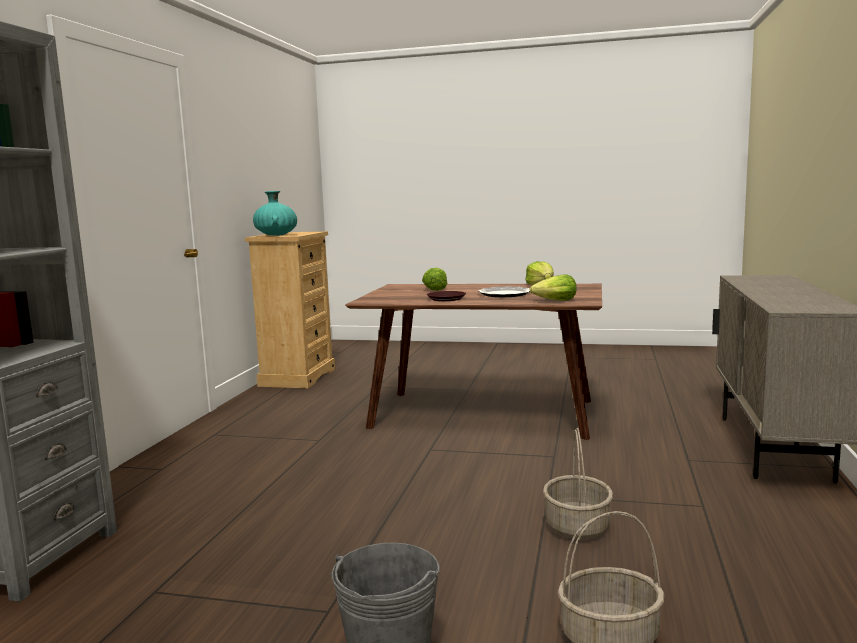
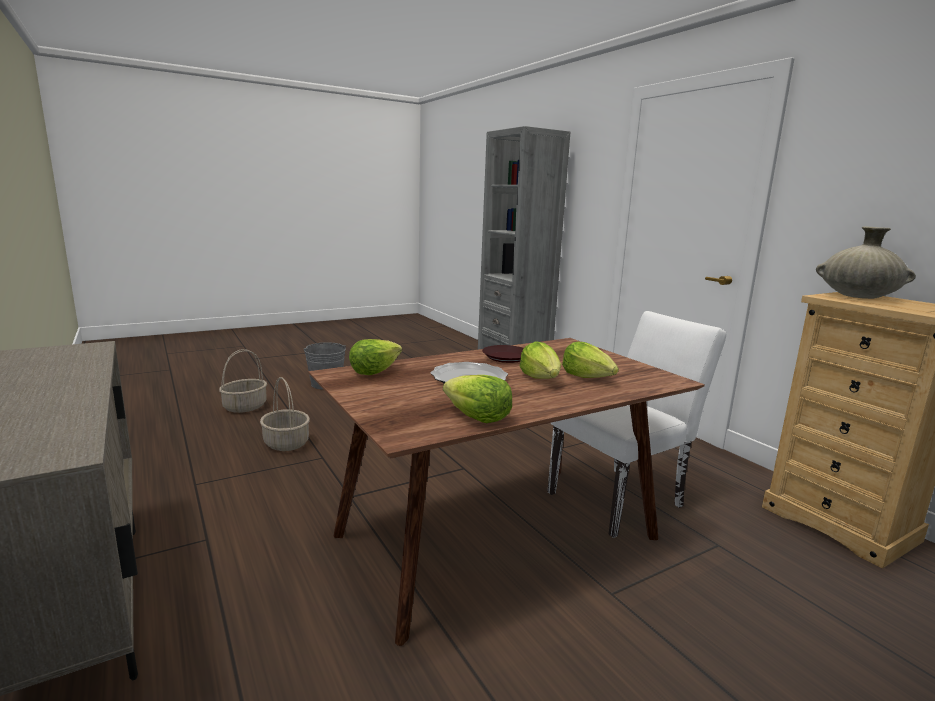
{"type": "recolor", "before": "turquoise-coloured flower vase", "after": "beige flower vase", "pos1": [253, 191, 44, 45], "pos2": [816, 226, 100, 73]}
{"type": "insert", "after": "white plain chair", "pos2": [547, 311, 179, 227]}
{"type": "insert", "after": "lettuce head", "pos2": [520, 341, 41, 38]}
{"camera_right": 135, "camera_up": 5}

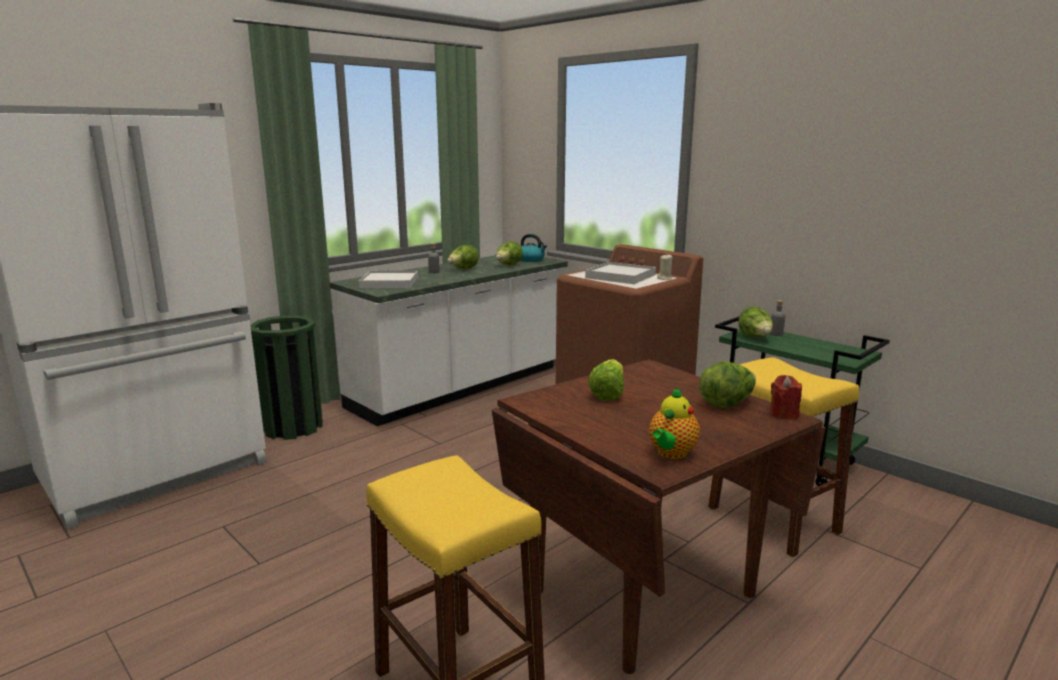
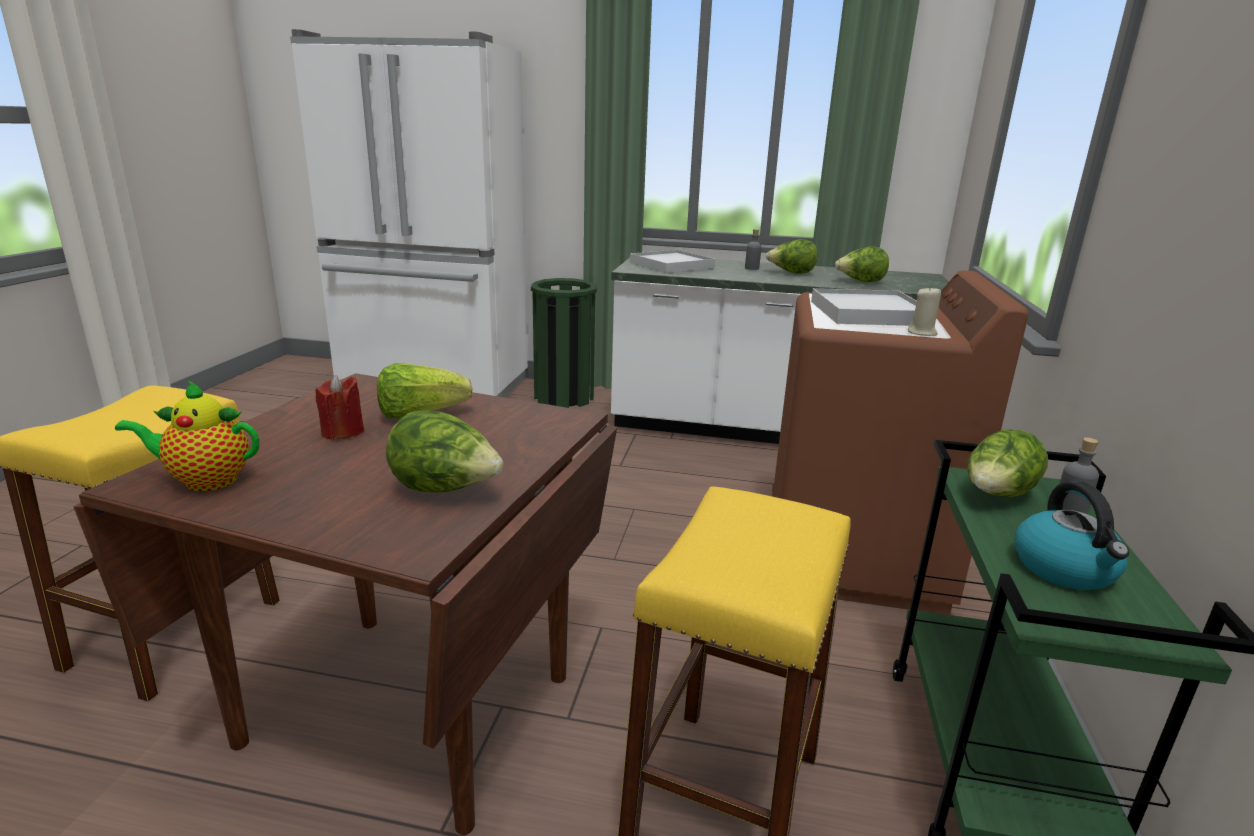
{"type": "move", "before": "kettle", "pos1": [521, 234, 26, 28], "pos2": [1015, 481, 114, 109]}
{"type": "move", "before": "red wax light", "pos1": [770, 375, 32, 44], "pos2": [315, 375, 49, 65]}
{"camera_right": 55, "camera_up": 5}

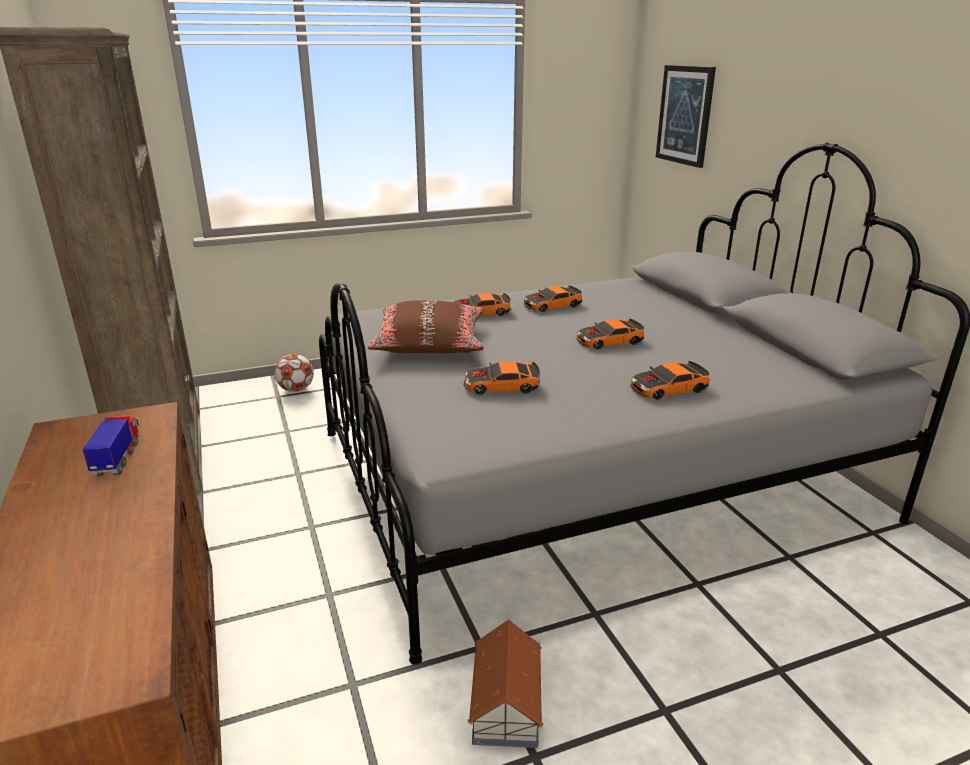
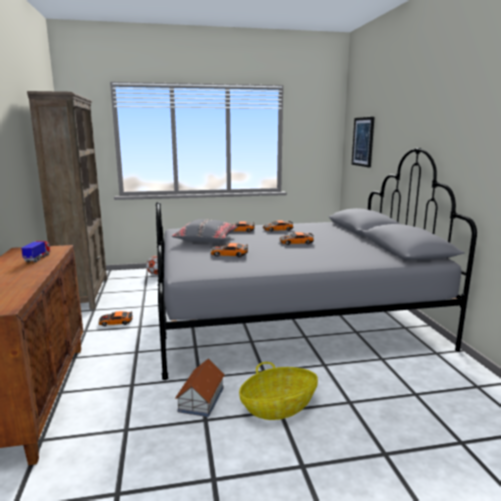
{"type": "recolor", "before": "brown-coloured throw pillow", "after": "greyish throw pillow", "pos1": [368, 300, 116, 53], "pos2": [172, 219, 66, 23]}
{"type": "move", "before": "miniature car", "pos1": [630, 361, 79, 38], "pos2": [99, 311, 34, 15]}
{"type": "insert", "after": "storage basket", "pos2": [239, 362, 79, 58]}
{"camera_right": 10, "camera_up": -10}

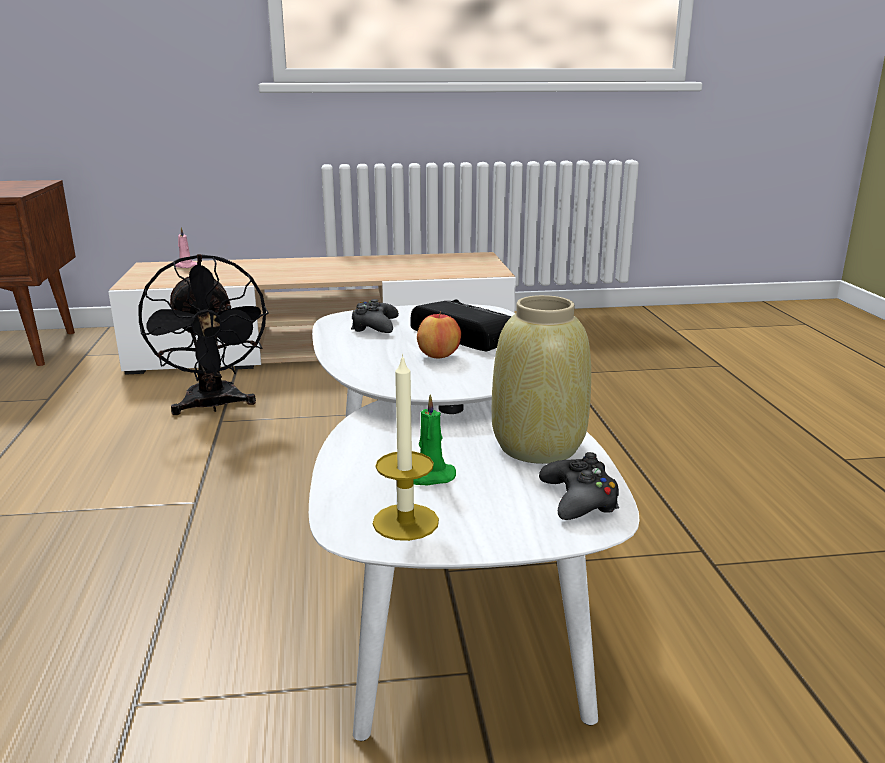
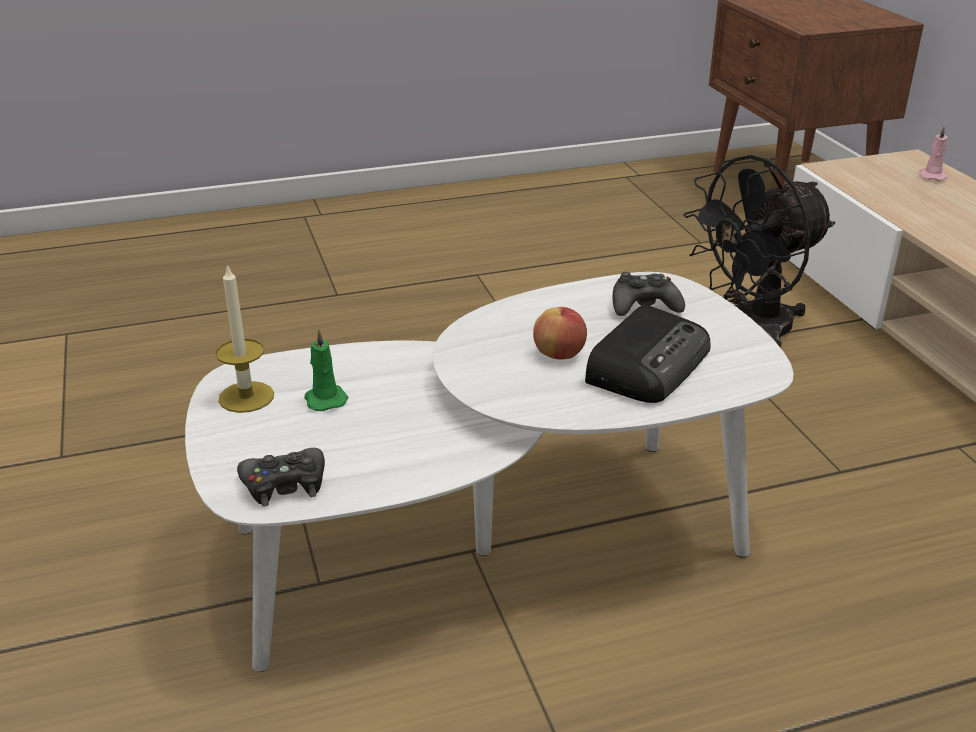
{"type": "delete", "before": "beige flower vase", "pos1": [492, 295, 99, 169]}
{"camera_right": 80, "camera_up": 10}

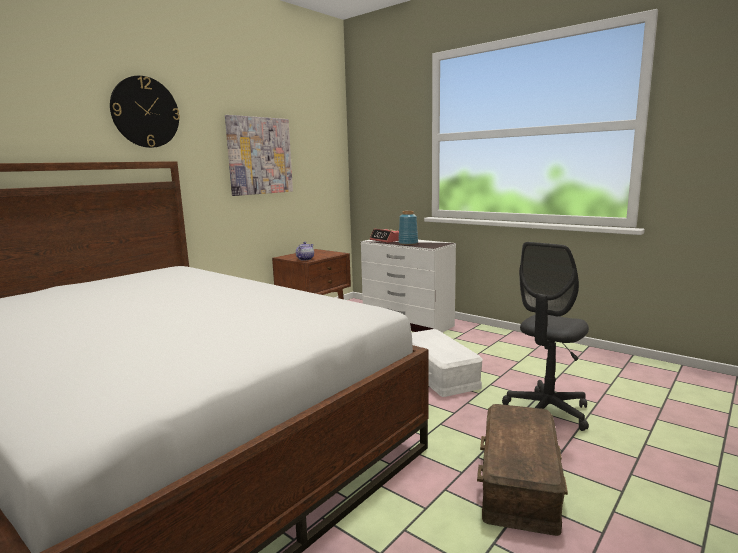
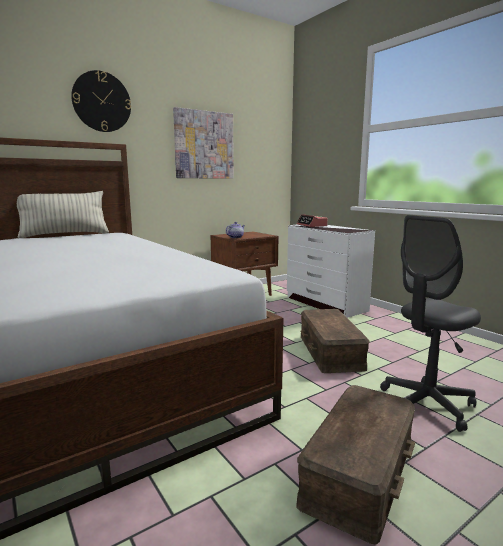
{"type": "delete", "before": "blue-coloured flower vase", "pos1": [398, 211, 20, 34]}
{"type": "recolor", "before": "white storage box", "after": "brown-coloured storage box", "pos1": [412, 329, 71, 68], "pos2": [301, 309, 69, 64]}
{"type": "insert", "after": "throw pillow", "pos2": [17, 191, 92, 47]}
{"camera_right": 15, "camera_up": 0}

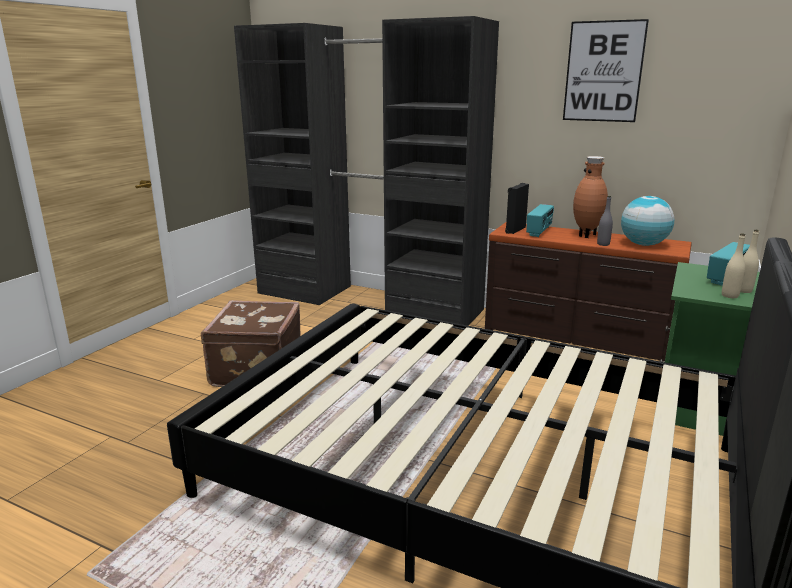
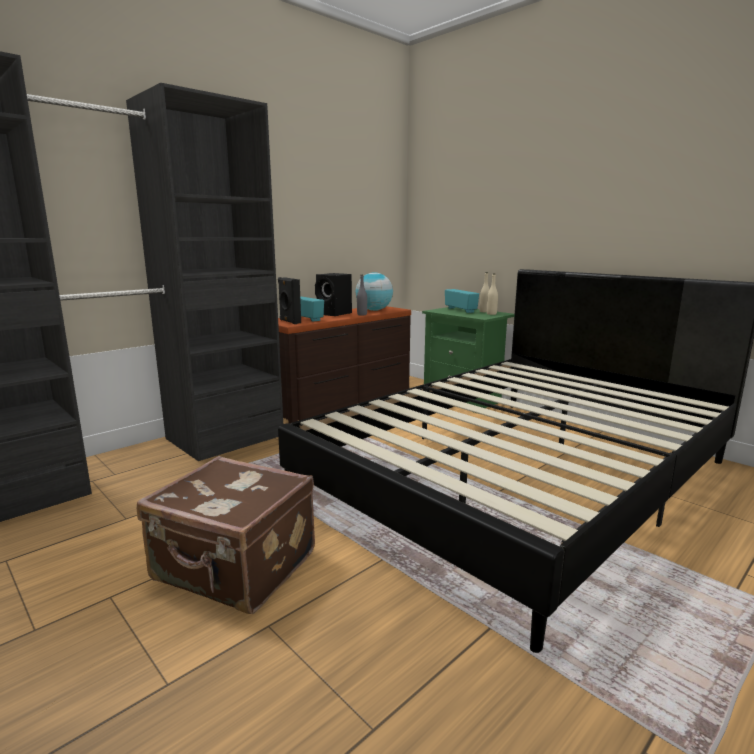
{"type": "delete", "before": "wall picture", "pos1": [563, 19, 86, 103]}
{"type": "replace", "before": "brown-coloured flower vase", "after": "black-coloured loudspeaker", "pos1": [573, 156, 35, 82], "pos2": [315, 273, 37, 43]}
{"camera_right": -70, "camera_up": -5}

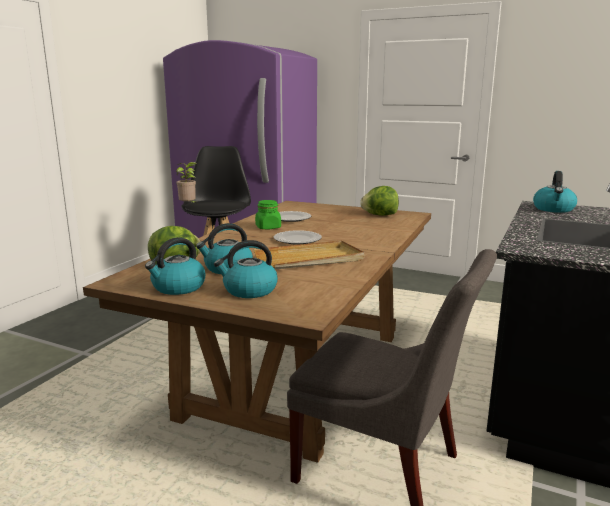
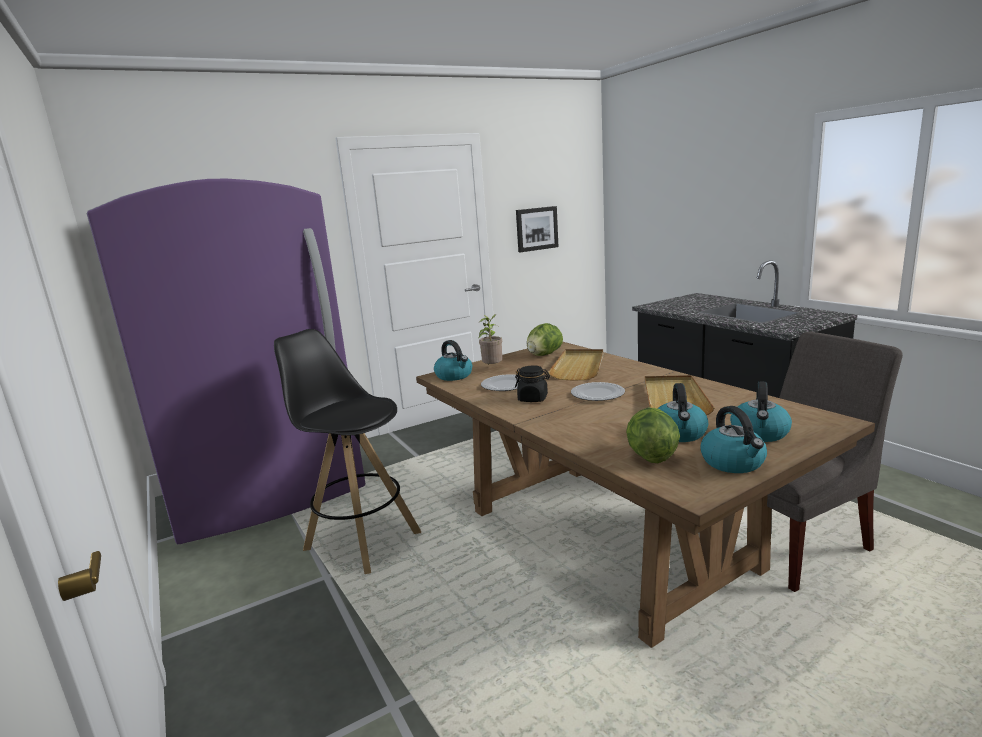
{"type": "move", "before": "plant in a pot", "pos1": [176, 162, 20, 41], "pos2": [478, 314, 24, 51]}
{"type": "move", "before": "kettle", "pos1": [533, 171, 44, 42], "pos2": [434, 340, 38, 41]}
{"type": "recolor", "before": "green-coloured jar", "after": "black-coloured jar", "pos1": [255, 200, 26, 29], "pos2": [515, 366, 35, 36]}
{"type": "insert", "after": "wall picture", "pos2": [516, 206, 43, 46]}
{"type": "insert", "after": "beige carrying tray", "pos2": [548, 349, 55, 32]}
{"camera_right": -55, "camera_up": 0}

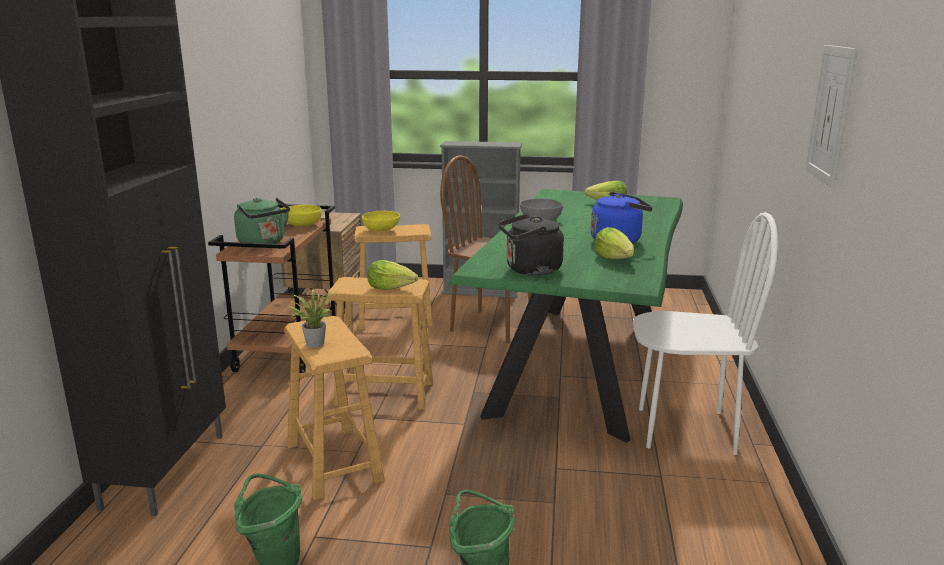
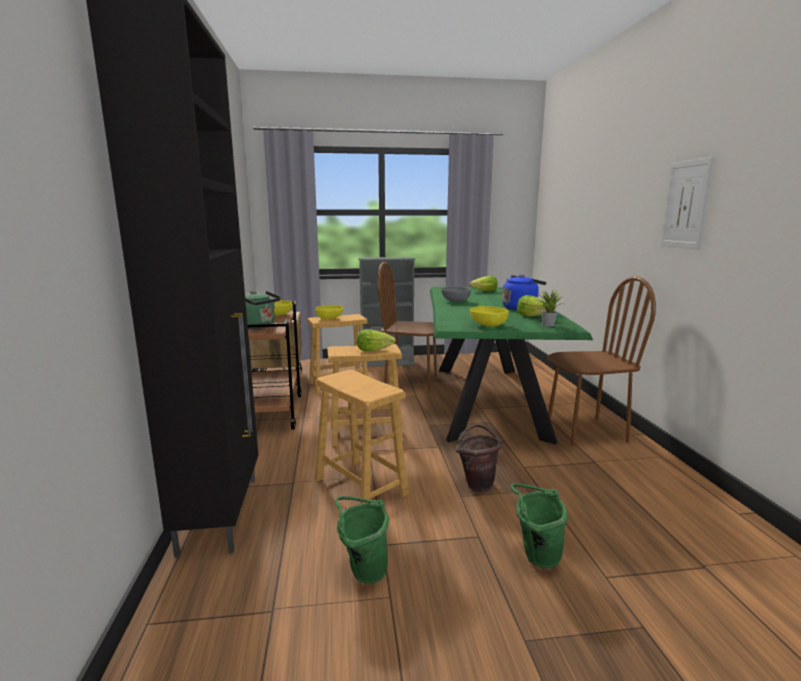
{"type": "recolor", "before": "white plain chair", "after": "brown-coloured plain chair", "pos1": [633, 212, 145, 243], "pos2": [547, 277, 109, 169]}
{"type": "replace", "before": "black-coloured kettle", "after": "yellowish deep dish", "pos1": [498, 214, 66, 62], "pos2": [470, 306, 39, 21]}
{"type": "move", "before": "plant in a pot", "pos1": [287, 289, 49, 59], "pos2": [535, 291, 28, 35]}
{"type": "insert", "after": "brown-coloured pail", "pos2": [456, 425, 47, 67]}
{"camera_right": -15, "camera_up": -5}

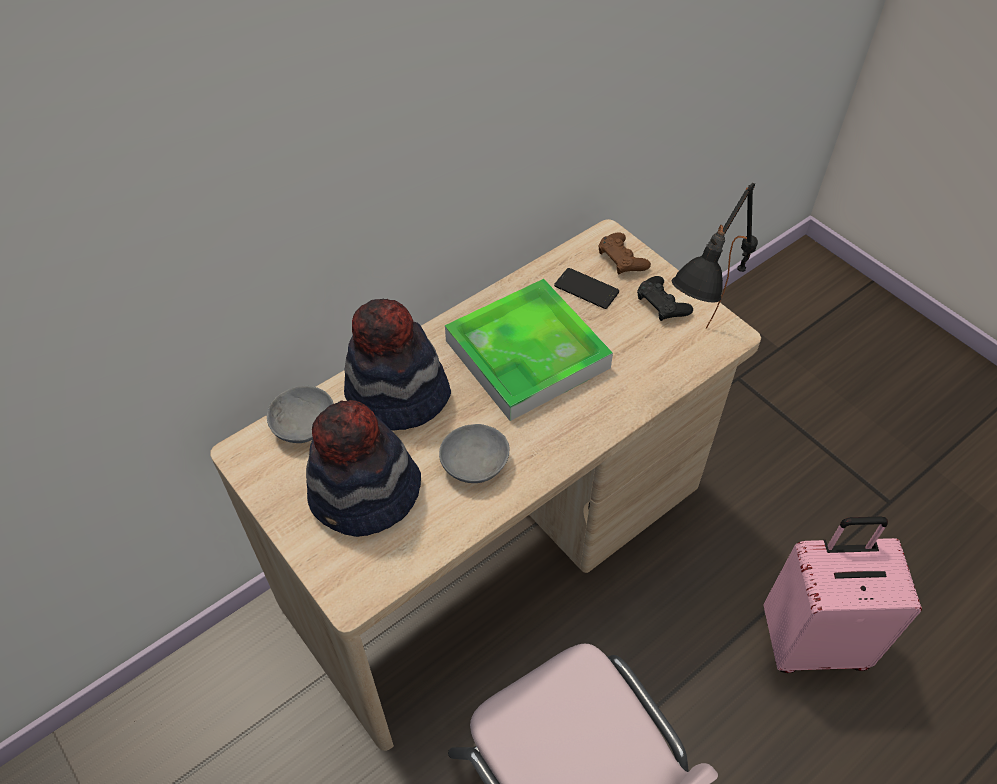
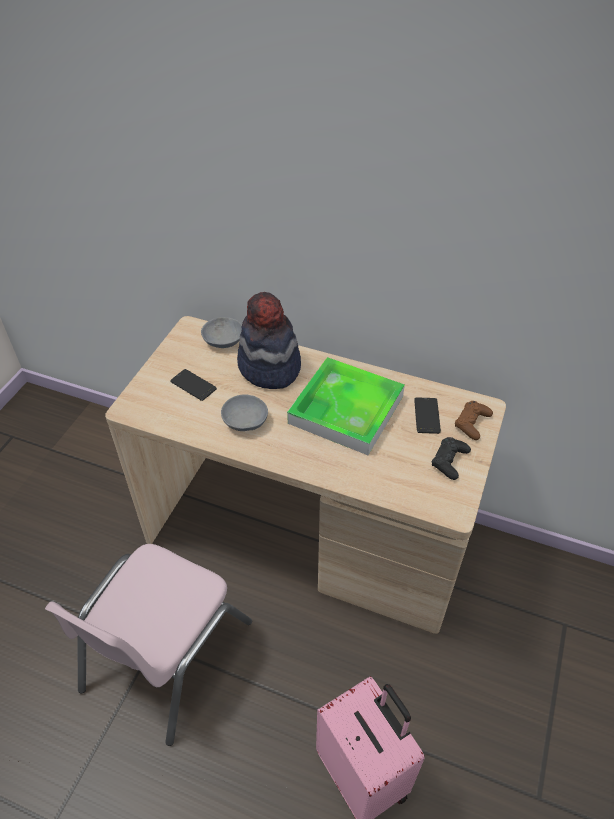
{"type": "delete", "before": "black-coloured tabletop lamp", "pos1": [672, 183, 86, 146]}
{"type": "replace", "before": "clothing hat", "after": "telephone", "pos1": [306, 400, 115, 137], "pos2": [170, 369, 47, 32]}
{"camera_right": 60, "camera_up": -5}

